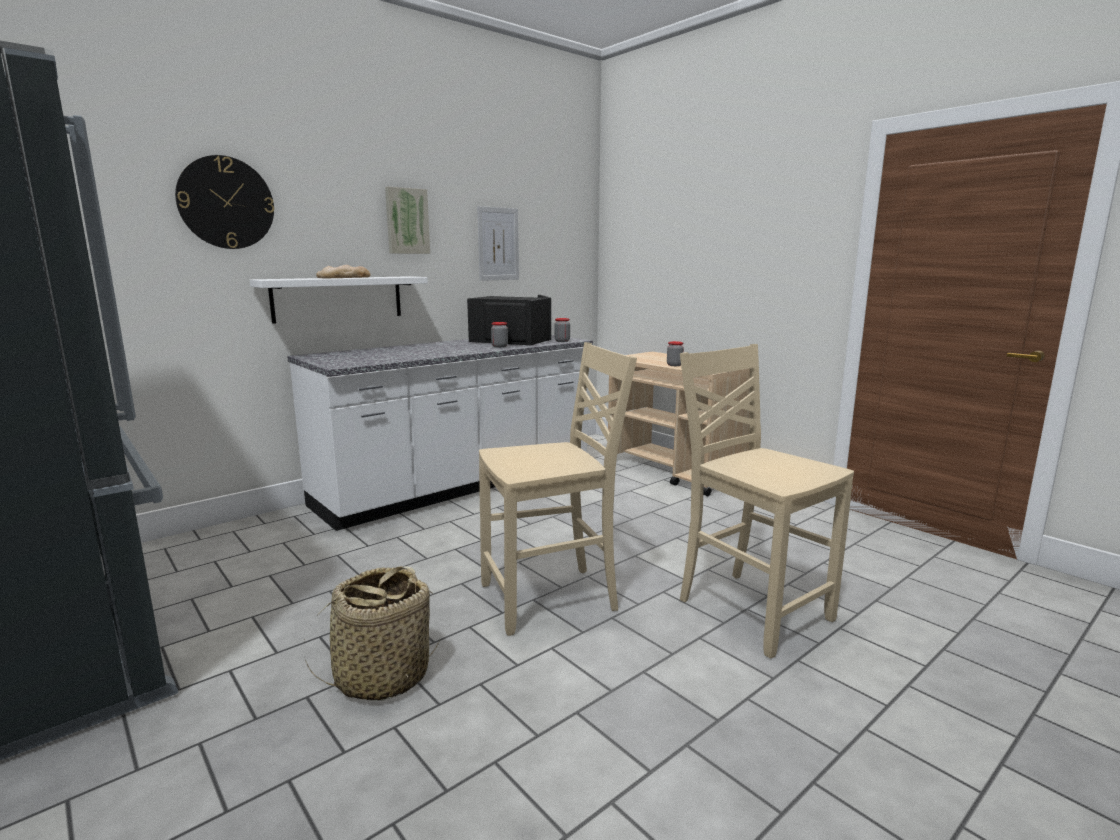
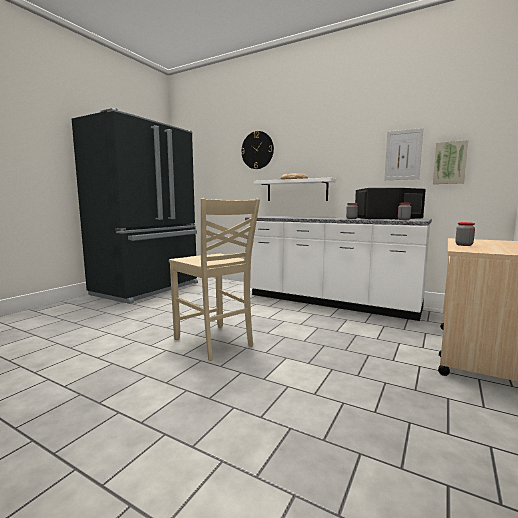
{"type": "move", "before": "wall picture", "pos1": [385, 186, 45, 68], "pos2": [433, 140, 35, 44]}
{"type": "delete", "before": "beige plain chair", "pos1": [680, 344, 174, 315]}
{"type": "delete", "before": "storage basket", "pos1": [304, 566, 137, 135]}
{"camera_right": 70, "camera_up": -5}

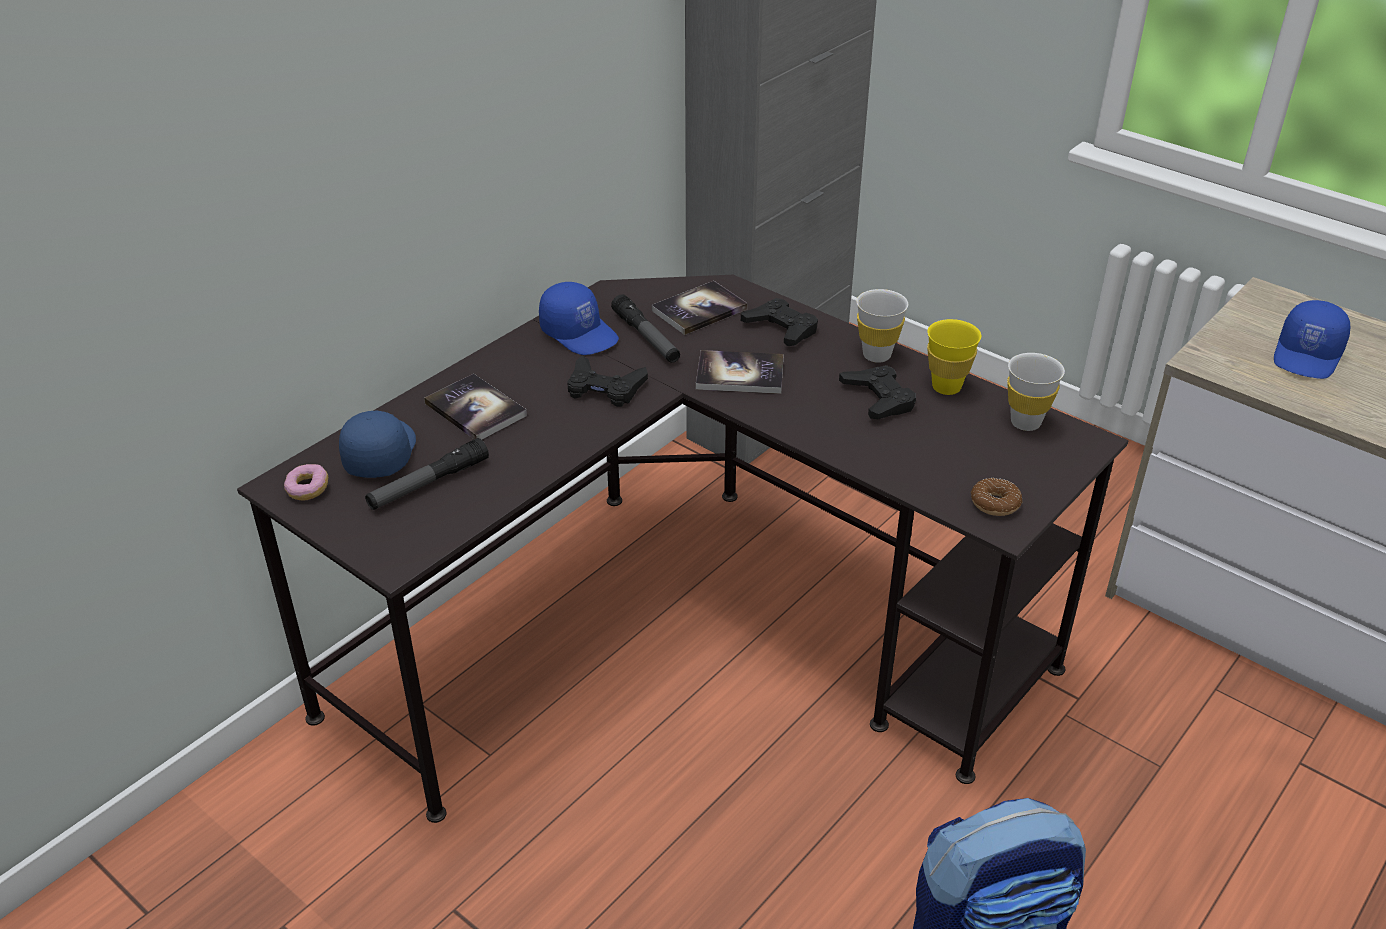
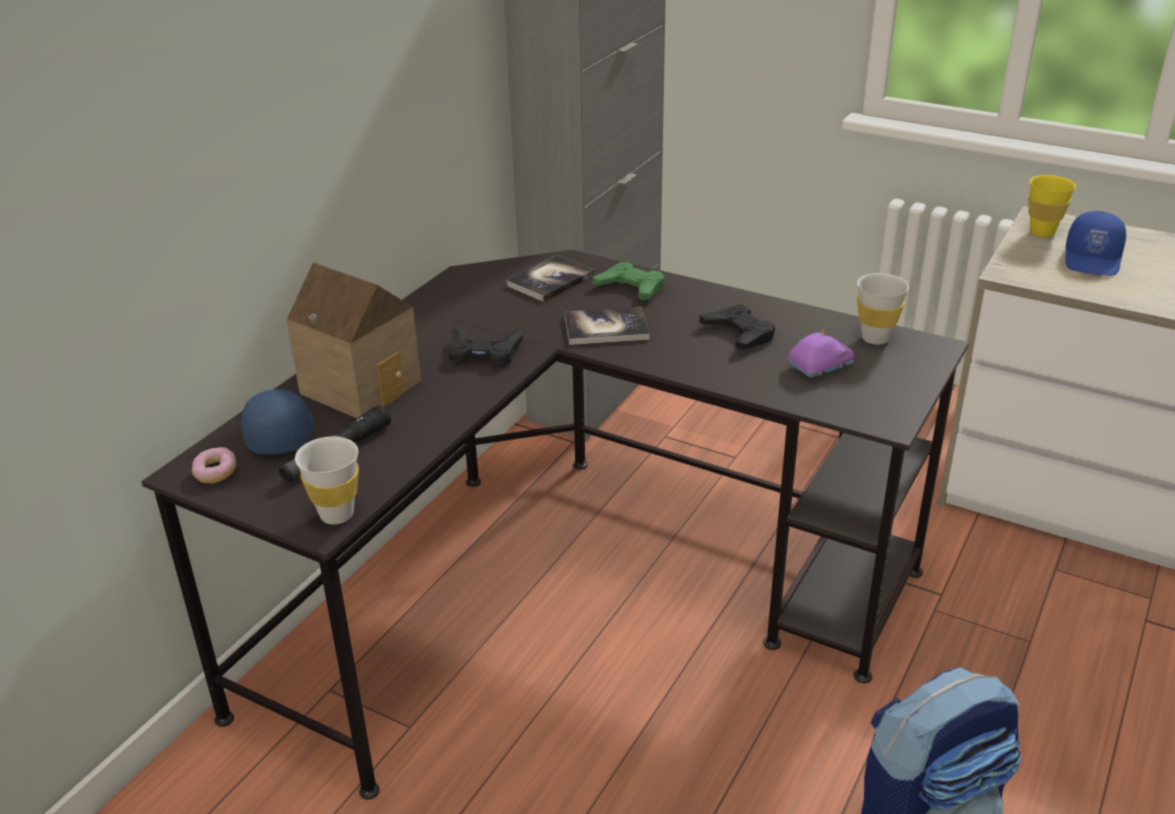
{"type": "delete", "before": "blue-coloured cap", "pos1": [539, 282, 80, 73]}
{"type": "move", "before": "white small cup", "pos1": [856, 289, 52, 74], "pos2": [295, 436, 64, 88]}
{"type": "delete", "before": "flashlight", "pos1": [611, 294, 69, 69]}
{"type": "recolor", "before": "black-coloured gamepad", "after": "green-coloured gamepad", "pos1": [741, 298, 77, 48], "pos2": [593, 262, 71, 38]}
{"type": "move", "before": "yellowish small cup", "pos1": [927, 319, 54, 76], "pos2": [1028, 175, 48, 62]}
{"type": "replace", "before": "volume", "after": "toy house", "pos1": [424, 374, 103, 66], "pos2": [286, 262, 135, 156]}
{"type": "delete", "before": "donut", "pos1": [971, 478, 52, 38]}
{"type": "insert", "after": "purple-coloured miniature car", "pos2": [787, 328, 67, 49]}
{"camera_right": -10, "camera_up": -5}

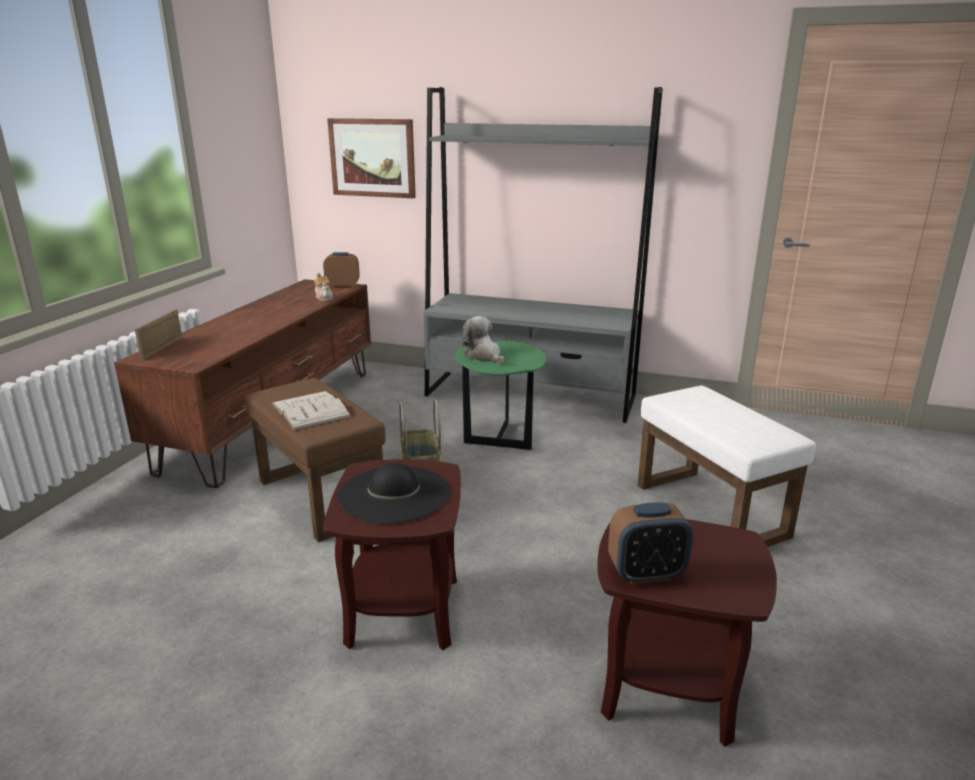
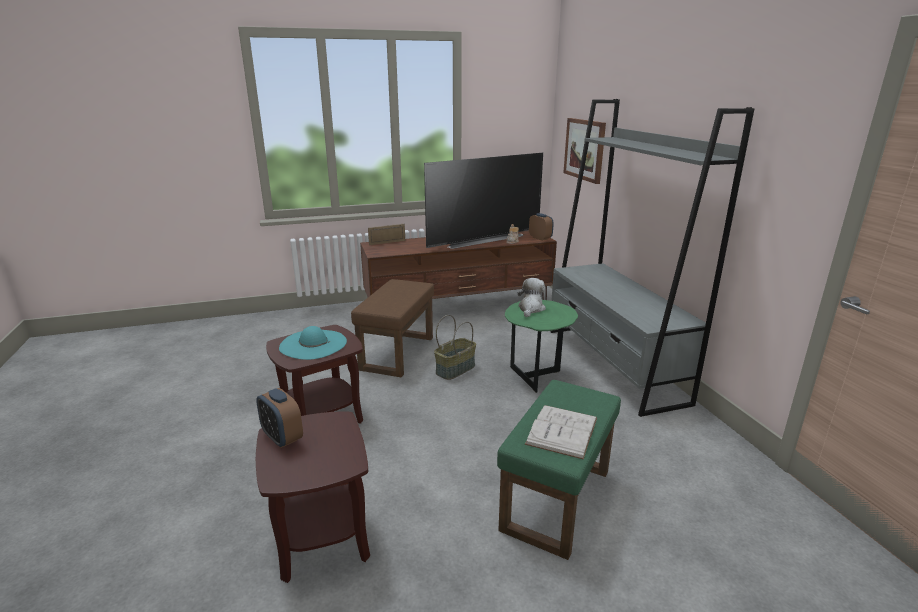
{"type": "recolor", "before": "white ottoman", "after": "green-coloured ottoman", "pos1": [638, 385, 178, 162], "pos2": [497, 380, 124, 180]}
{"type": "move", "before": "white volume", "pos1": [272, 391, 79, 40], "pos2": [525, 405, 72, 55]}
{"type": "recolor", "before": "black-coloured clothing hat", "after": "turquoise-coloured clothing hat", "pos1": [337, 463, 113, 61], "pos2": [279, 326, 68, 34]}
{"type": "insert", "after": "TV set", "pos2": [424, 153, 119, 96]}
{"camera_right": 55, "camera_up": 0}

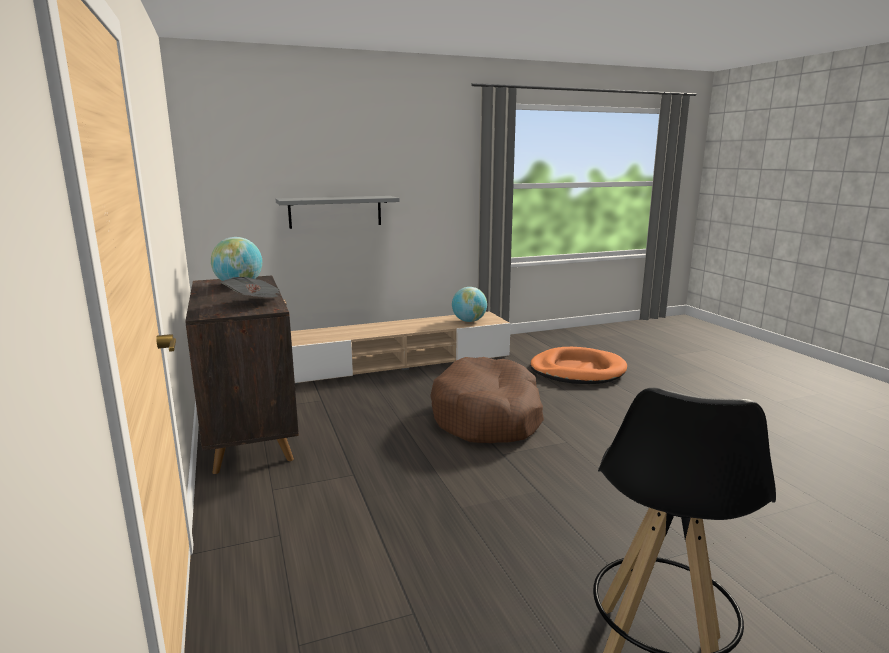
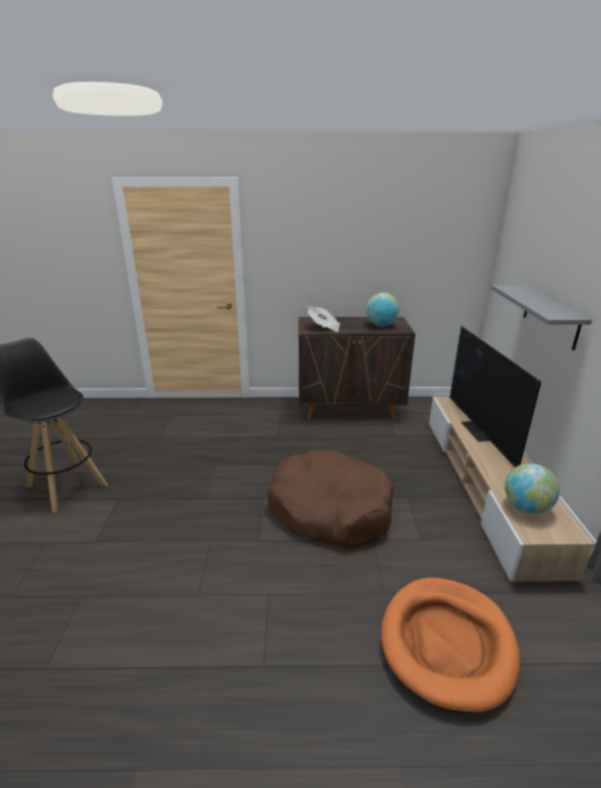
{"type": "insert", "after": "TV set", "pos2": [450, 326, 91, 141]}
{"camera_right": 110, "camera_up": 10}

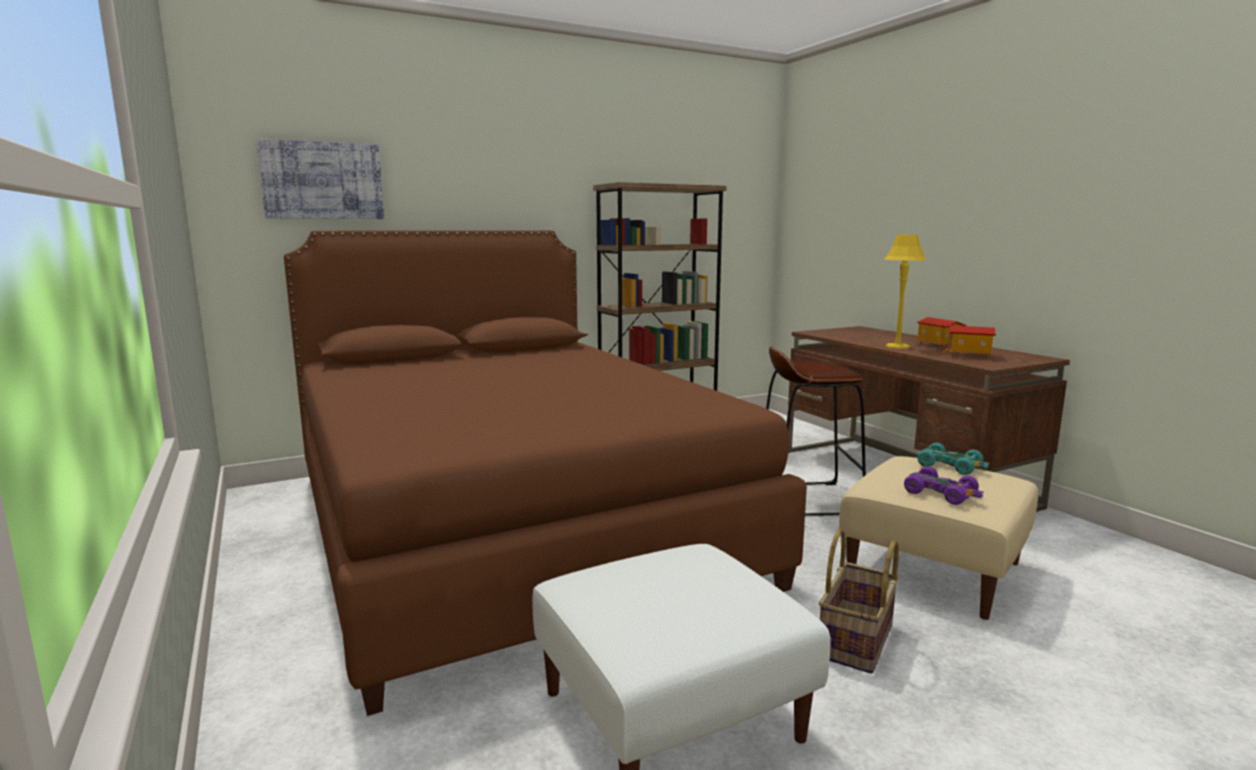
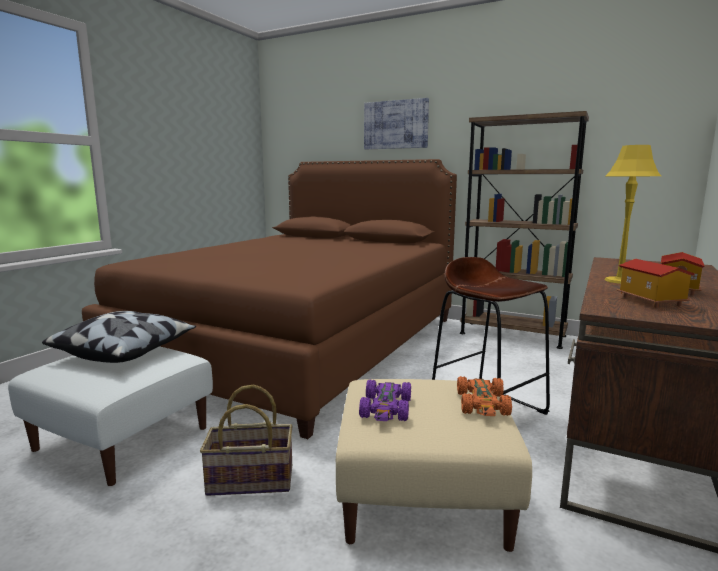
{"type": "move", "before": "wall picture", "pos1": [257, 138, 127, 81], "pos2": [364, 98, 65, 51]}
{"type": "recolor", "before": "turquoise-coloured miniature car", "after": "orange-coloured miniature car", "pos1": [917, 443, 72, 32], "pos2": [457, 376, 55, 40]}
{"type": "insert", "after": "throw pillow", "pos2": [42, 311, 154, 52]}
{"camera_right": 55, "camera_up": 0}

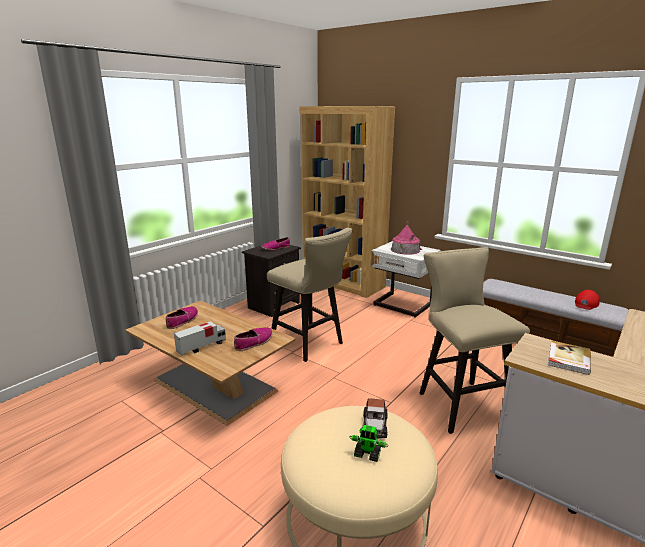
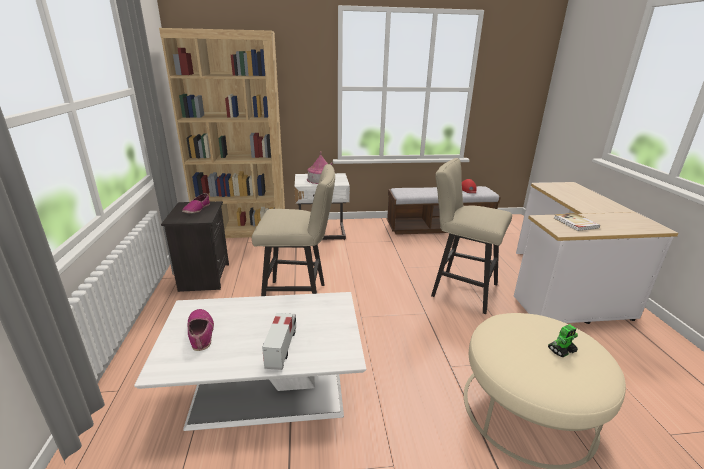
{"type": "recolor", "before": "brown-coloured low table", "after": "white low table", "pos1": [125, 301, 171, 125], "pos2": [134, 292, 232, 139]}
{"type": "delete", "before": "low shoe", "pos1": [234, 327, 38, 24]}
{"type": "delete", "before": "miniature car", "pos1": [363, 398, 25, 41]}
{"camera_right": -45, "camera_up": 5}

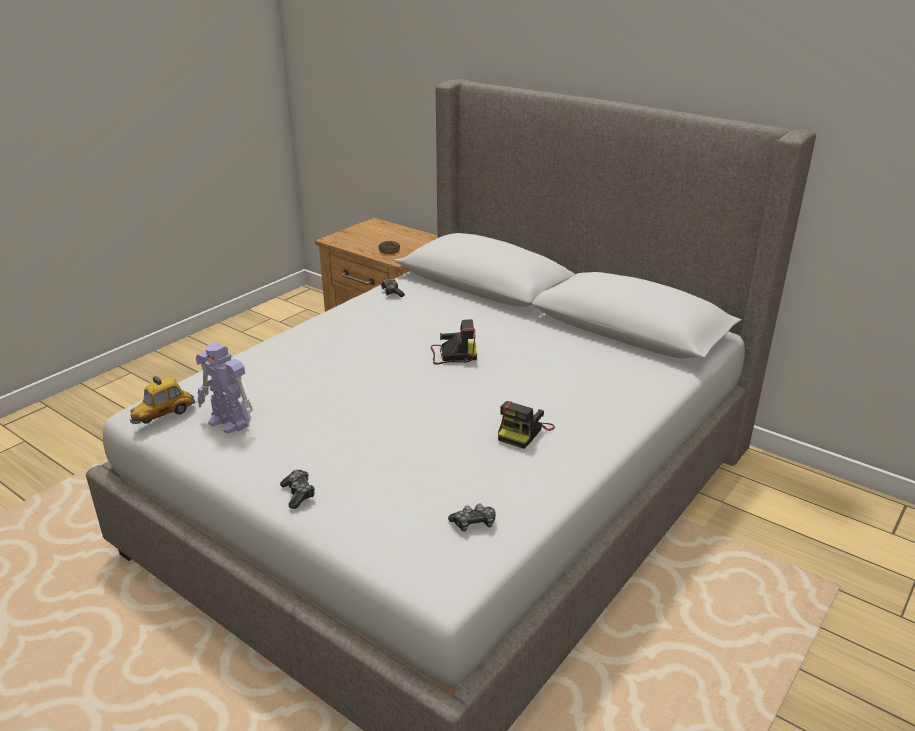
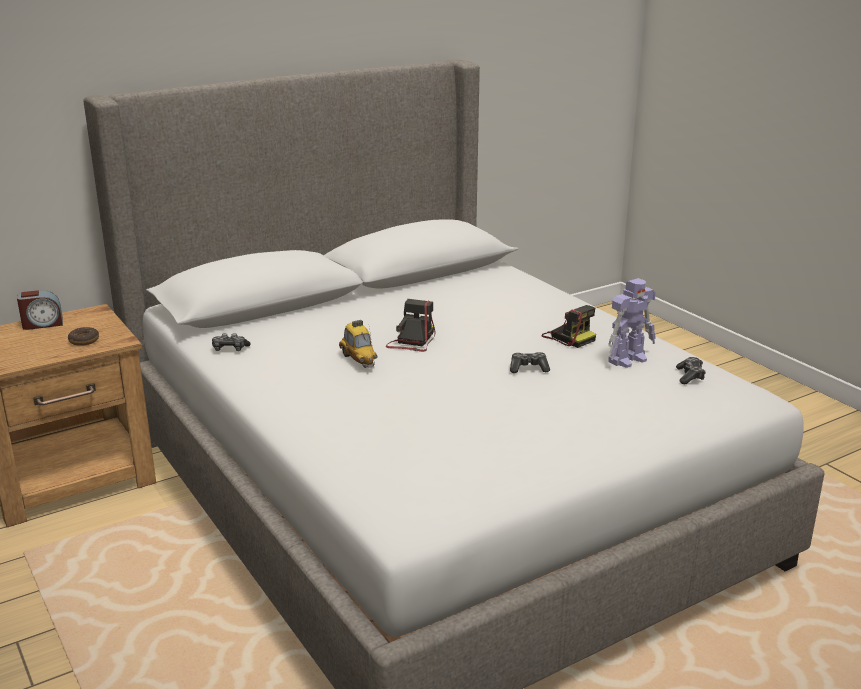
{"type": "move", "before": "toy robot", "pos1": [196, 342, 57, 92], "pos2": [608, 278, 48, 90]}
{"type": "move", "before": "miniature car", "pos1": [130, 376, 66, 48], "pos2": [339, 320, 39, 48]}
{"type": "move", "before": "gamepad", "pos1": [280, 470, 35, 39], "pos2": [510, 352, 40, 21]}
{"type": "insert", "after": "table clock", "pos2": [17, 290, 46, 40]}
{"camera_right": -70, "camera_up": -5}

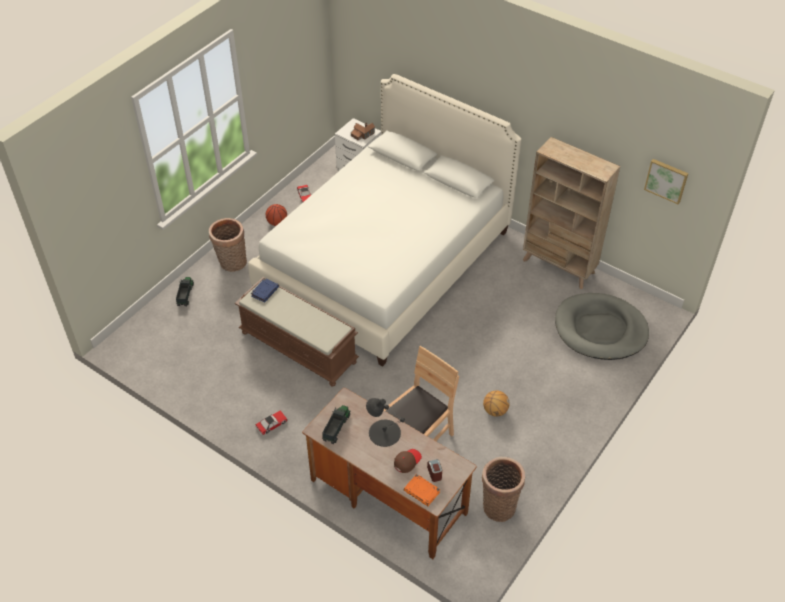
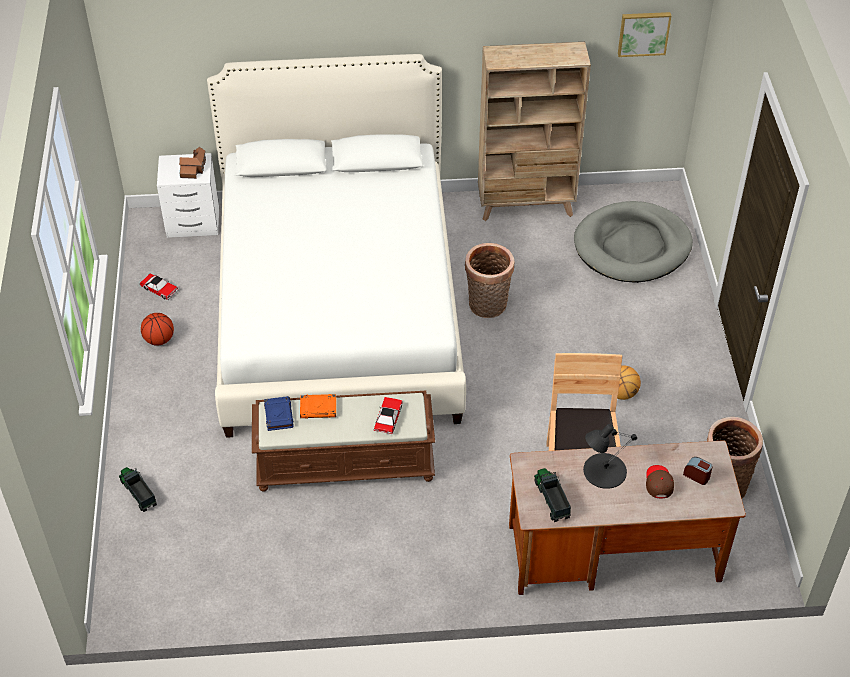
{"type": "move", "before": "storage basket", "pos1": [209, 218, 38, 54], "pos2": [465, 243, 49, 75]}
{"type": "move", "before": "miniature car", "pos1": [255, 410, 33, 25], "pos2": [374, 397, 29, 38]}
{"type": "move", "before": "orange-coloured volume", "pos1": [404, 474, 36, 32], "pos2": [300, 394, 36, 25]}
{"camera_right": -40, "camera_up": 0}

